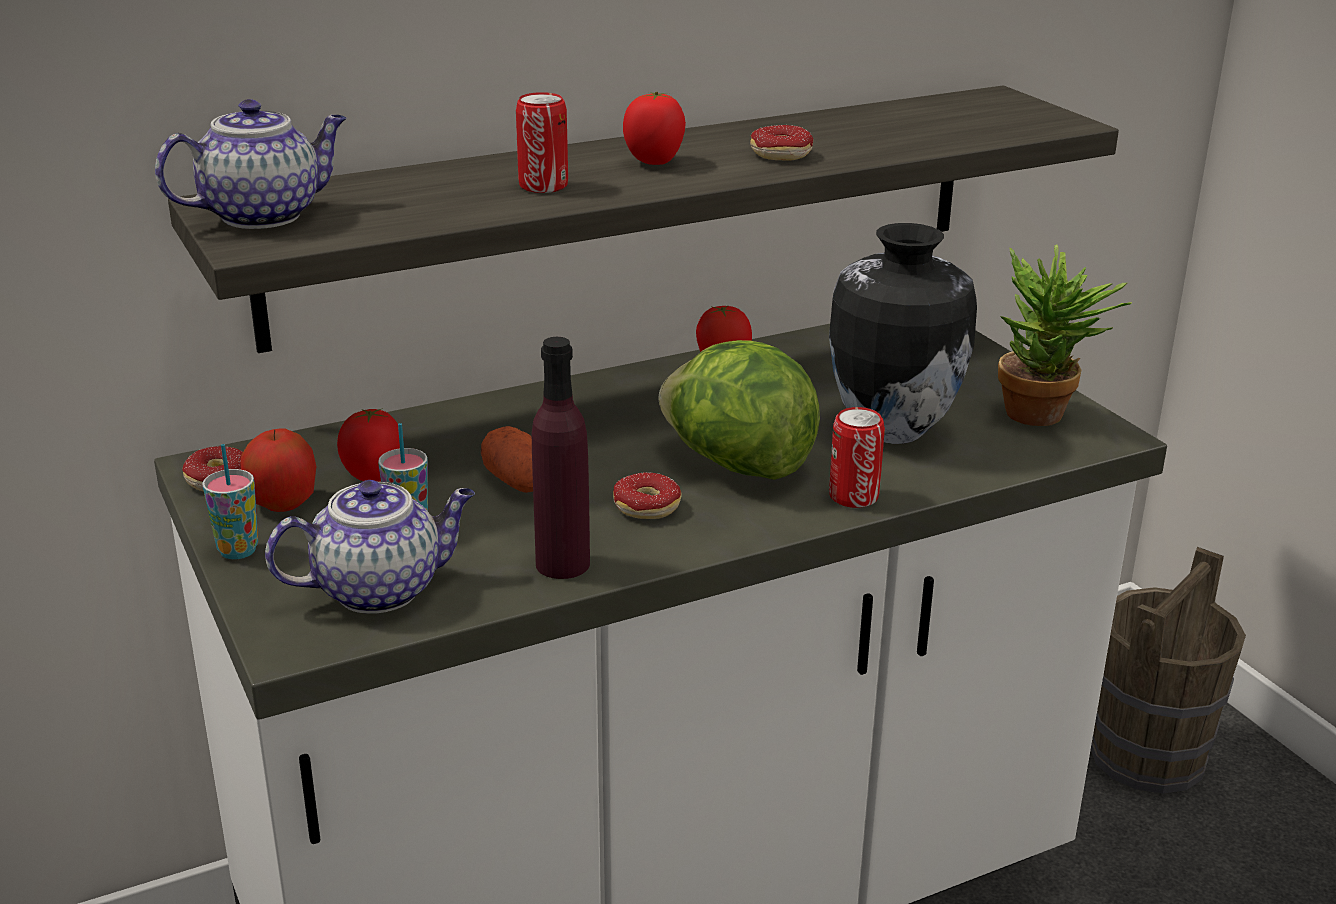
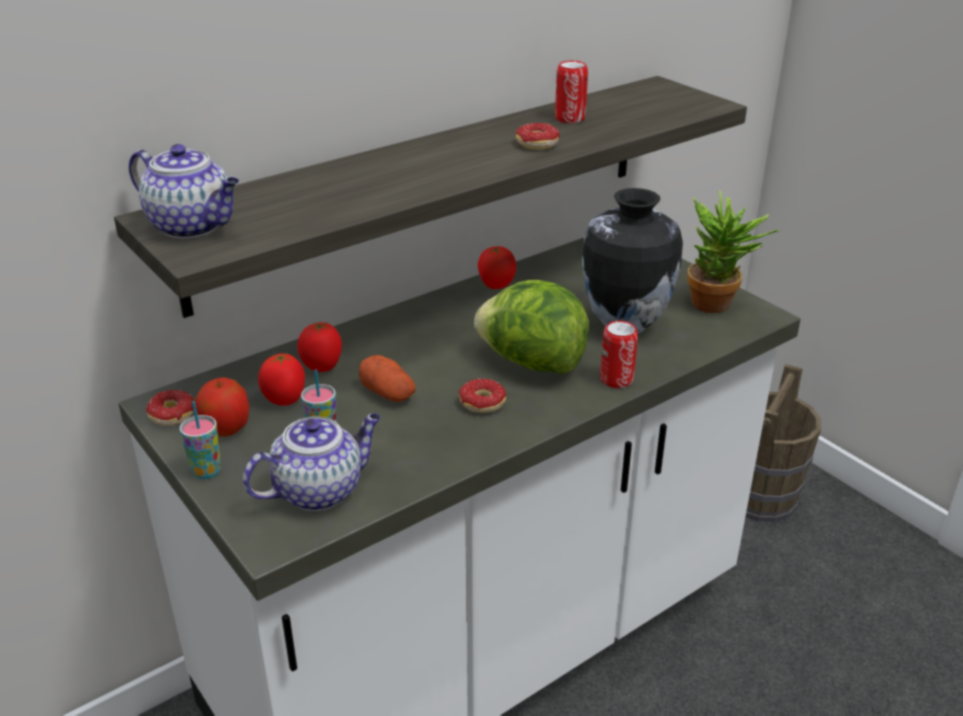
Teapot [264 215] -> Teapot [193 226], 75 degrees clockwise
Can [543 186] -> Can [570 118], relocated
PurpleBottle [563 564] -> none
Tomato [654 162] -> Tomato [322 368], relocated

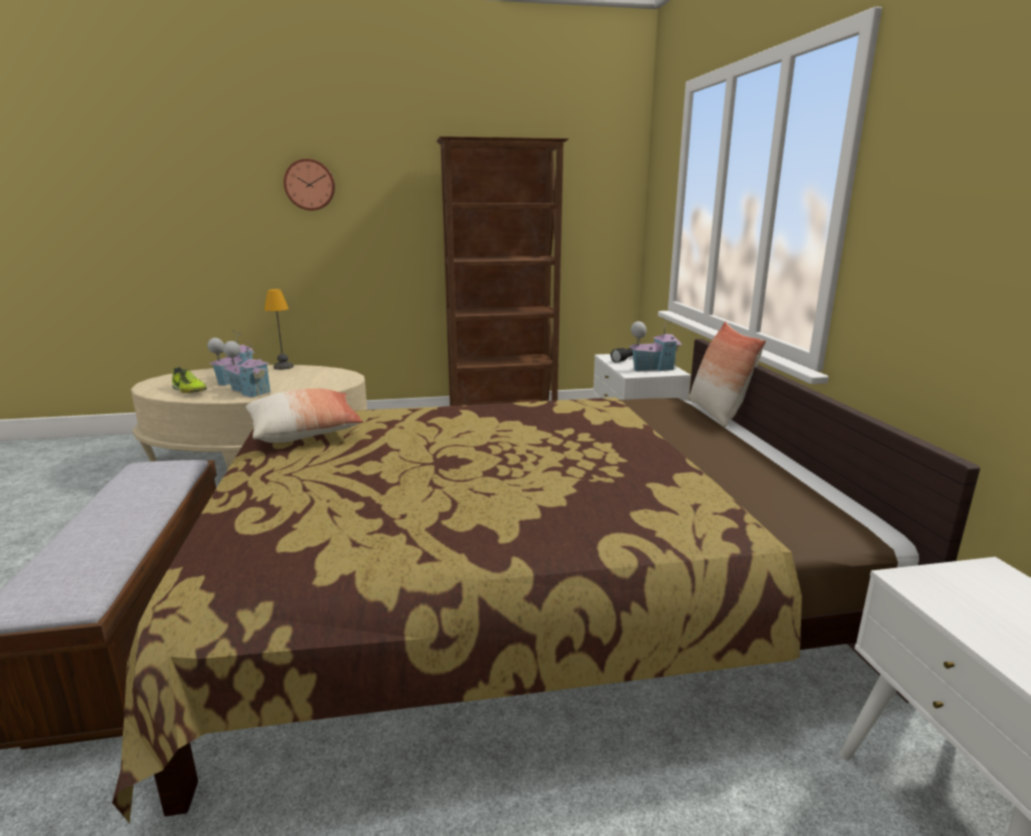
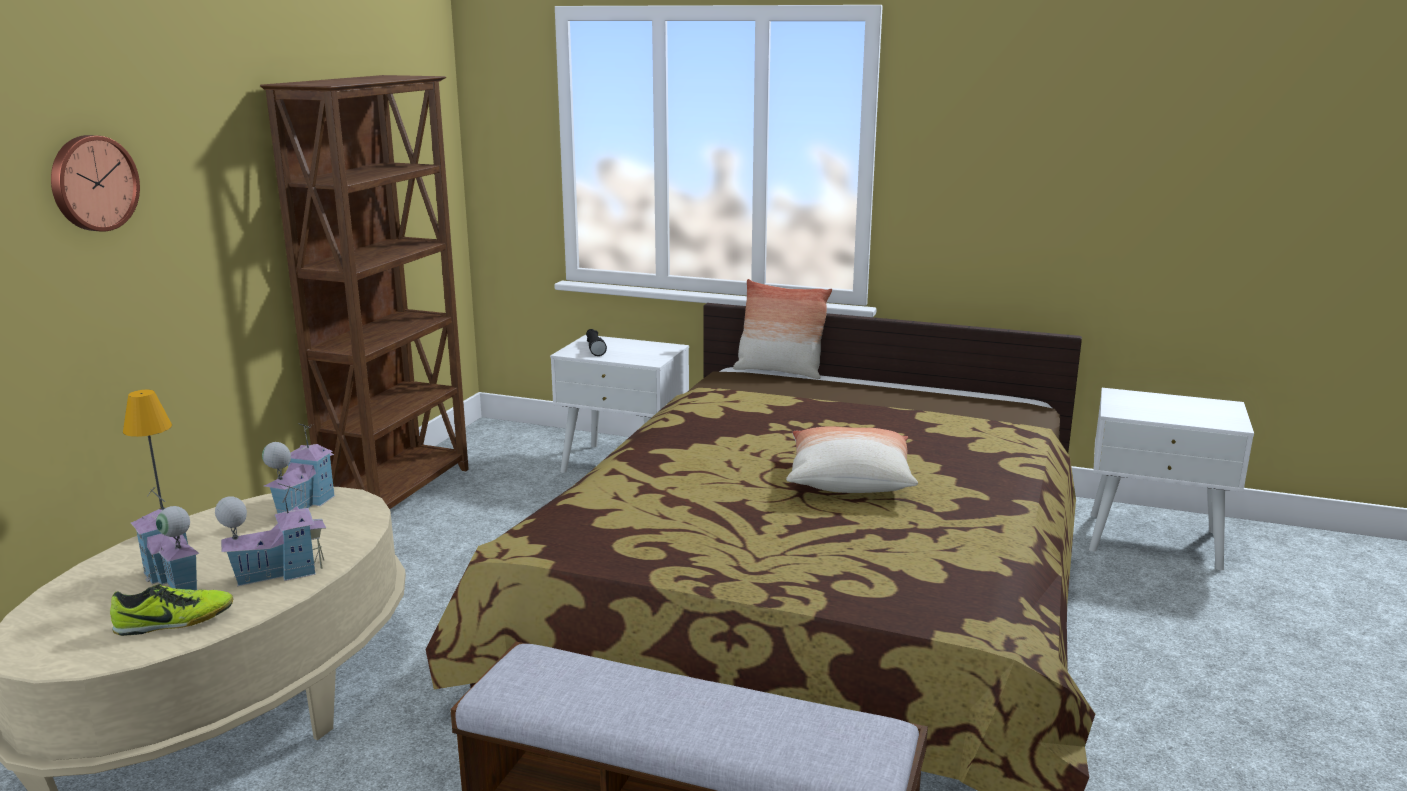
Pillow [305 432] -> Pillow [849 479], relocated
ToyHouse [652 368] -> ToyHouse [303 505], relocated

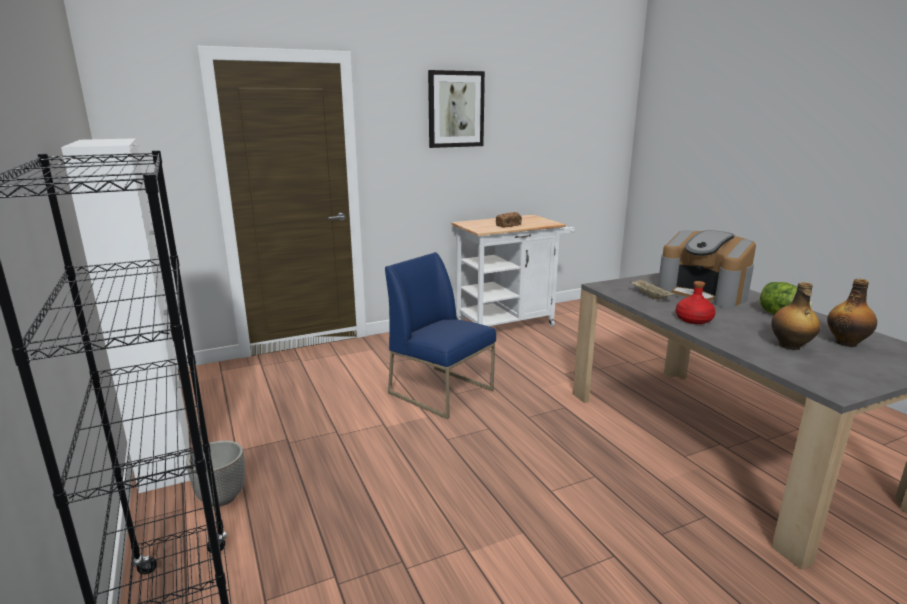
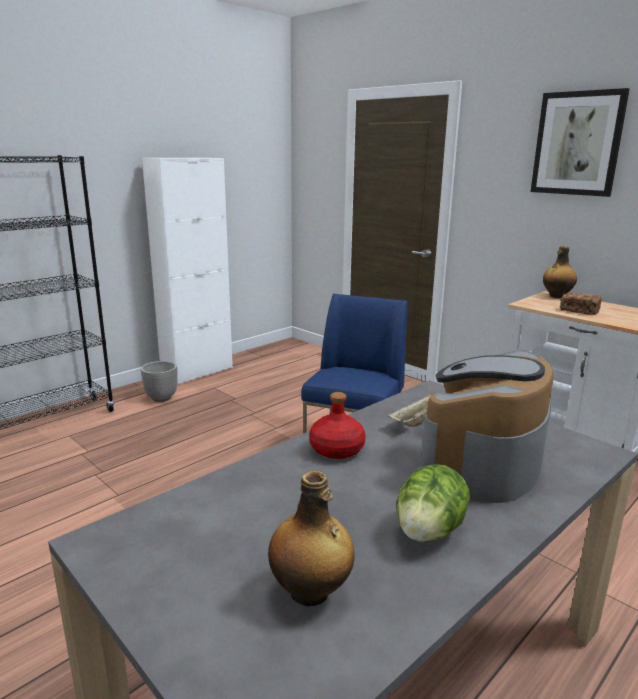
Bottle [790 346] -> Bottle [556 296], relocated

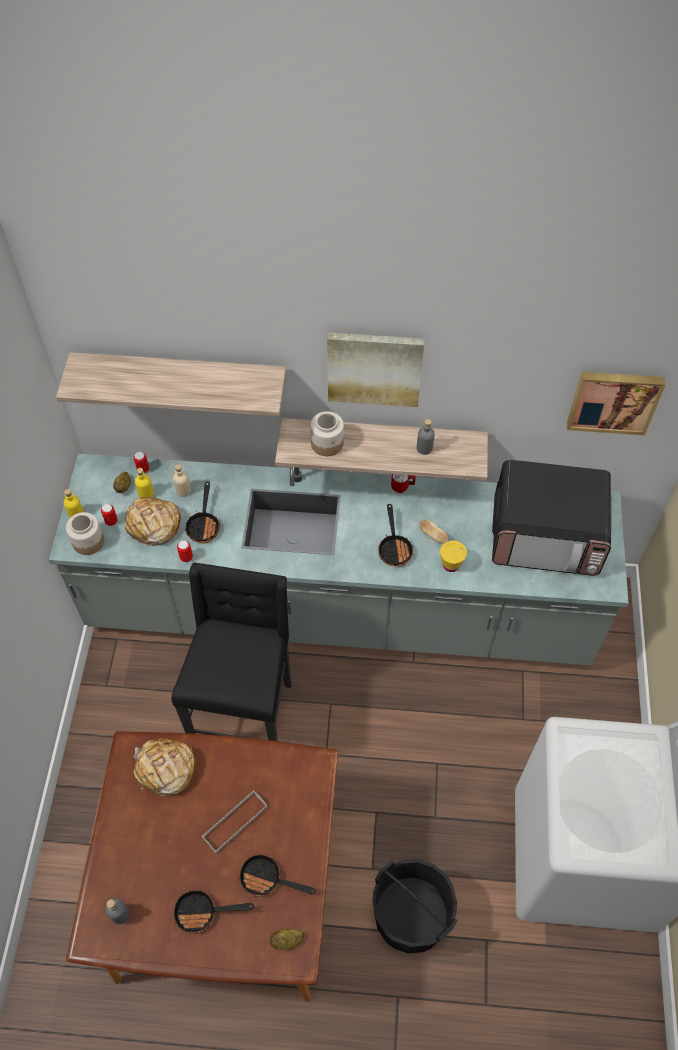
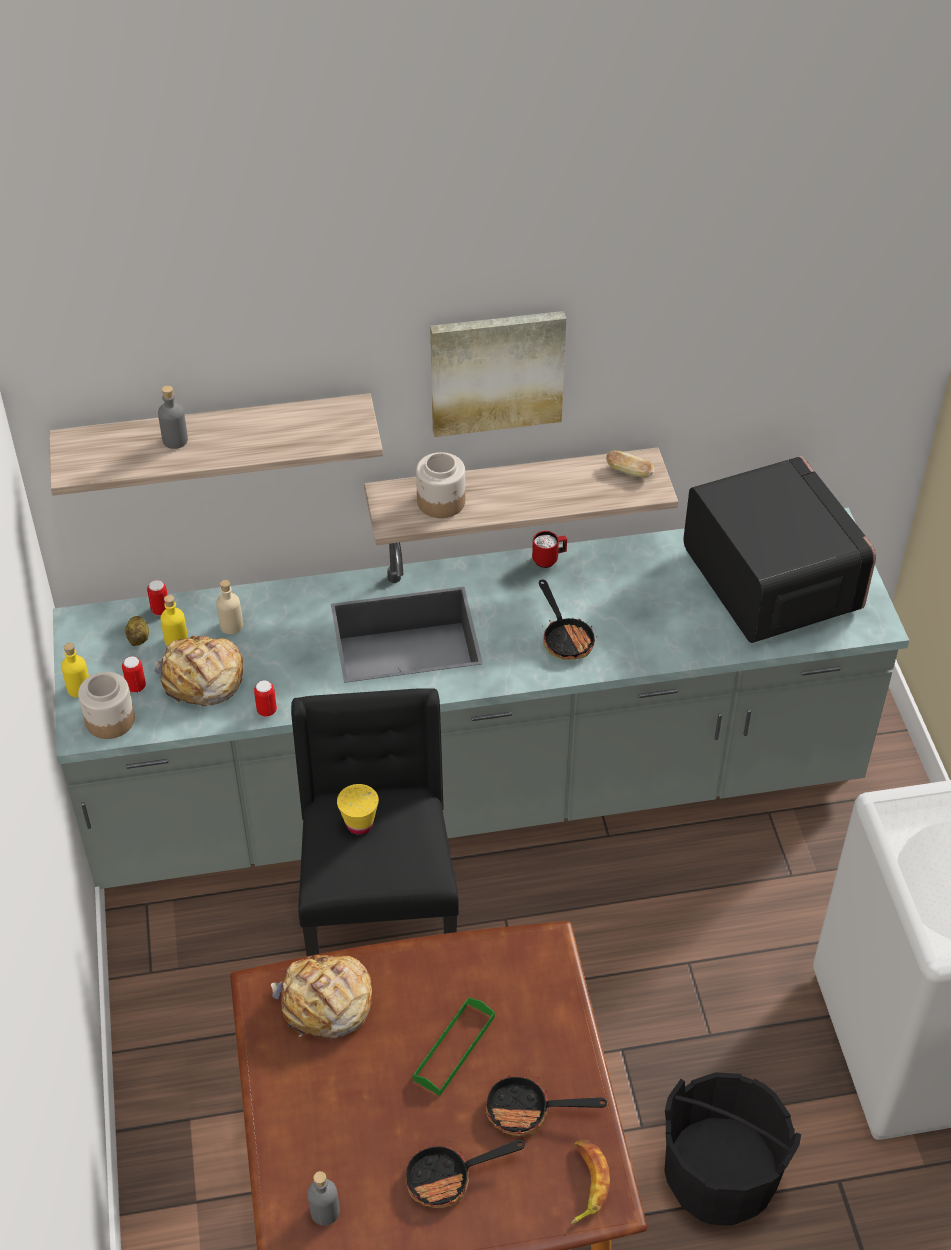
FryingPan [204 525] -> none
GreyTray [235 822] -> GreenTray [454 1048]
Potato [287 941] -> Banana [585 1183]
GreyBottle [424 448] -> GreyBottle [175 440], relocated
Bread [432 535] -> Bread [629 472], relocated
YellowCup [451 565] -> YellowCup [359 824], relocated
Microwave [546 535] -> Microwave [770 580], 105 degrees counterclockwise
Picture [613 400] -> none

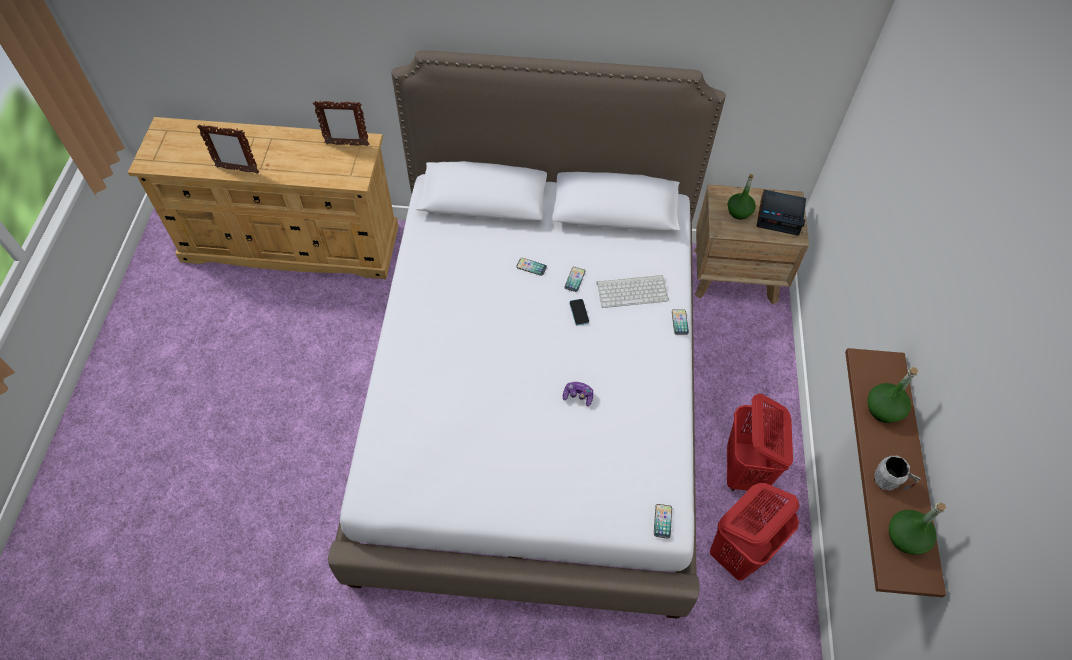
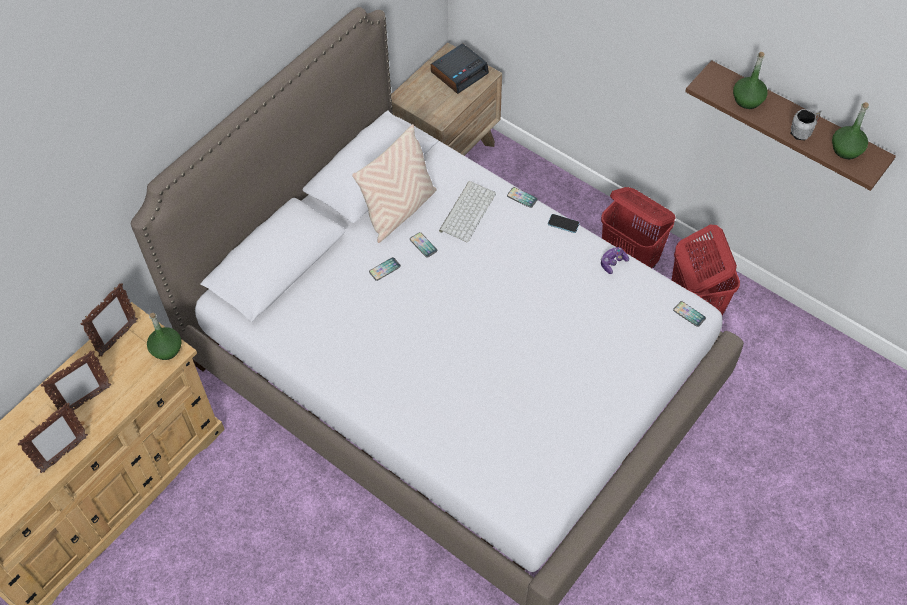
GameController [578 396] -> GameController [613 263], relocated
Phone [579 312] -> Phone [563 224], relocated
GreenBottle [739 211] -> GreenBottle [166 349], relocated
none -> PictureFrame [86 401]
none -> BeigePillow [399 211]

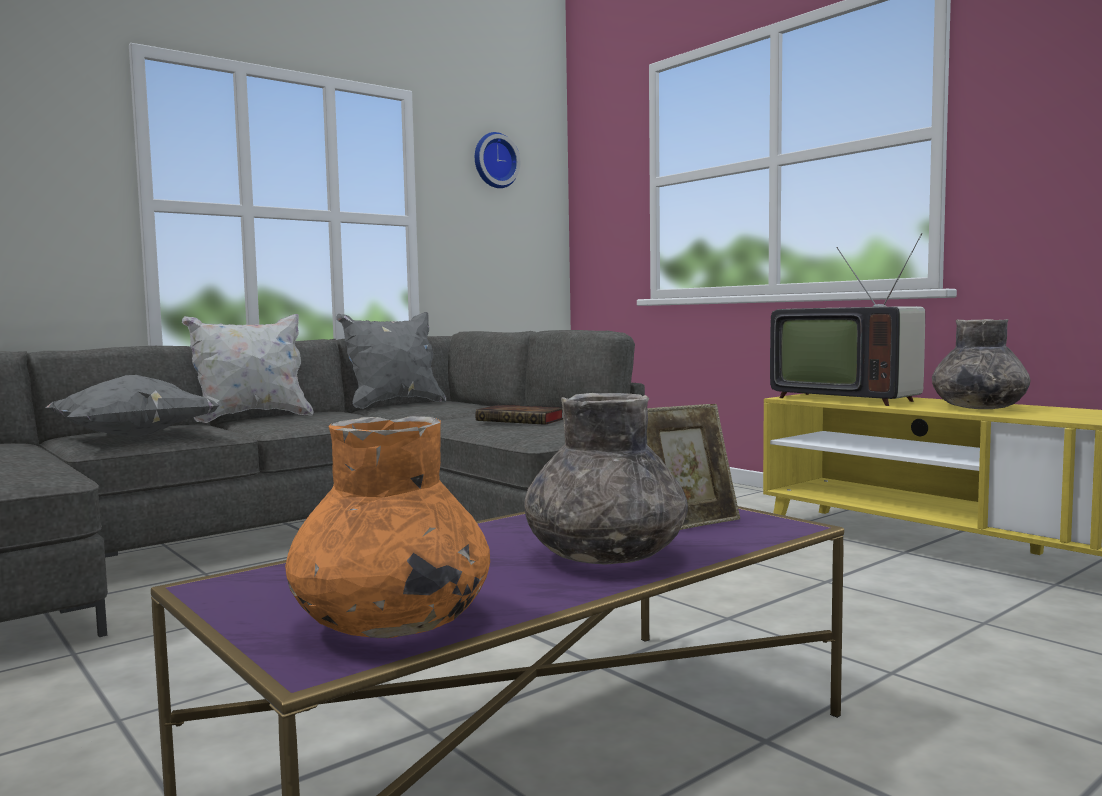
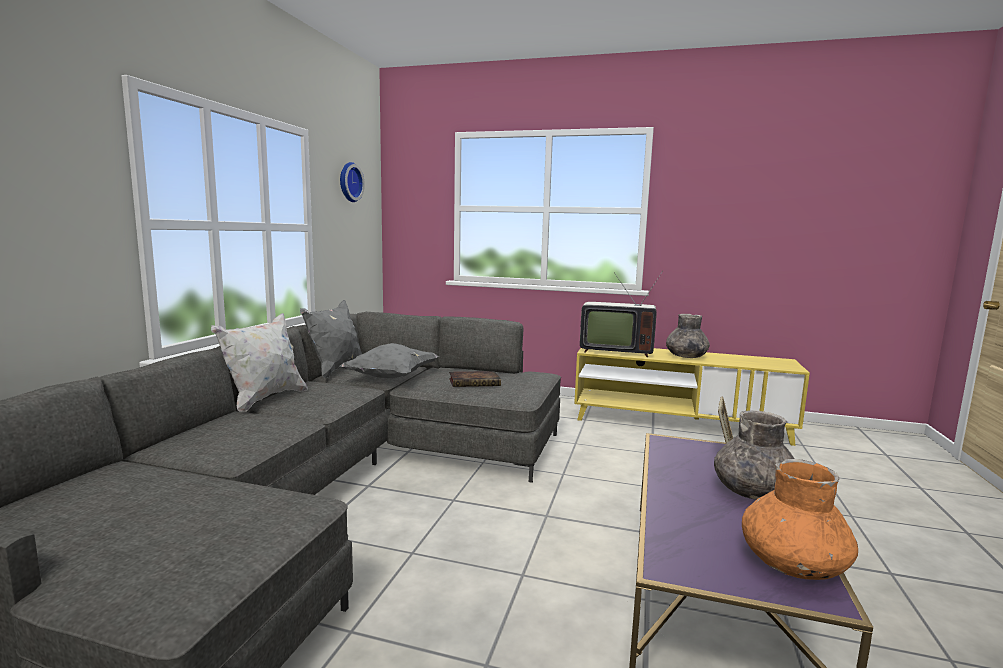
GreyPillow [133 437] -> GreyPillow [391 378], relocated

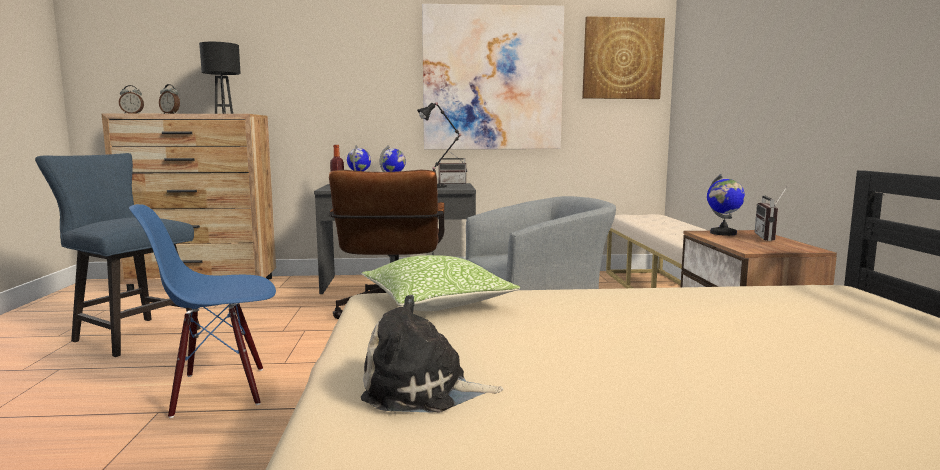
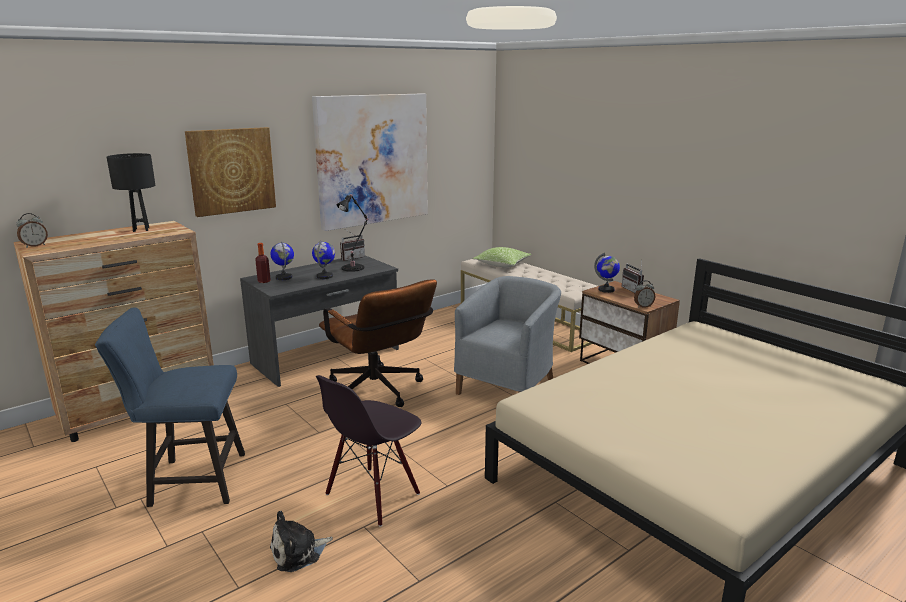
BlueChair [219 390] -> BlackChair [373 495]
AlarmClock [170 114] -> AlarmClock [643 306], relocated
Pillow [437 303] -> Pillow [502 264], relocated
PlushToy [423 390] -> PlushToy [298 552], relocated
Picture [622 58] -> Picture [231 171], relocated

